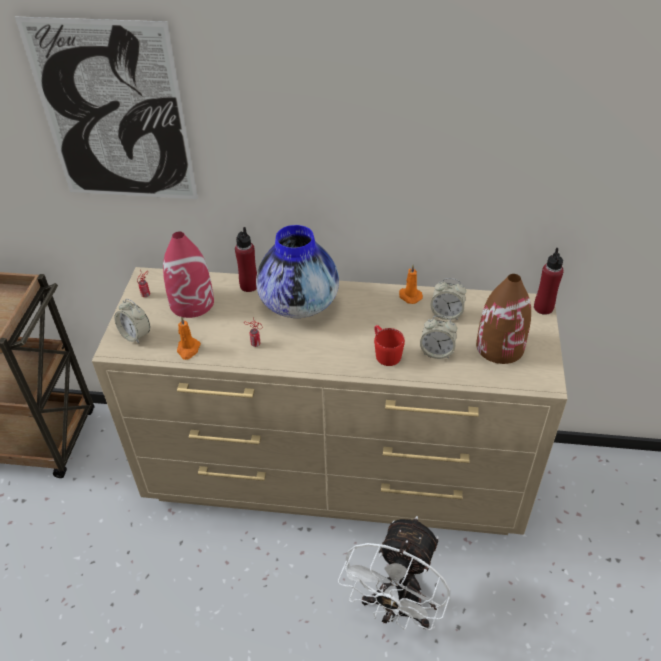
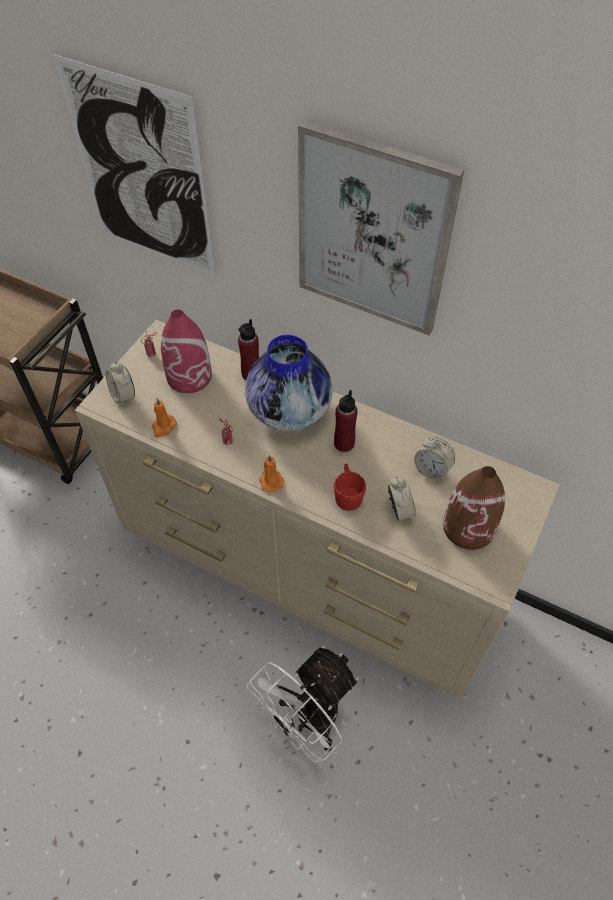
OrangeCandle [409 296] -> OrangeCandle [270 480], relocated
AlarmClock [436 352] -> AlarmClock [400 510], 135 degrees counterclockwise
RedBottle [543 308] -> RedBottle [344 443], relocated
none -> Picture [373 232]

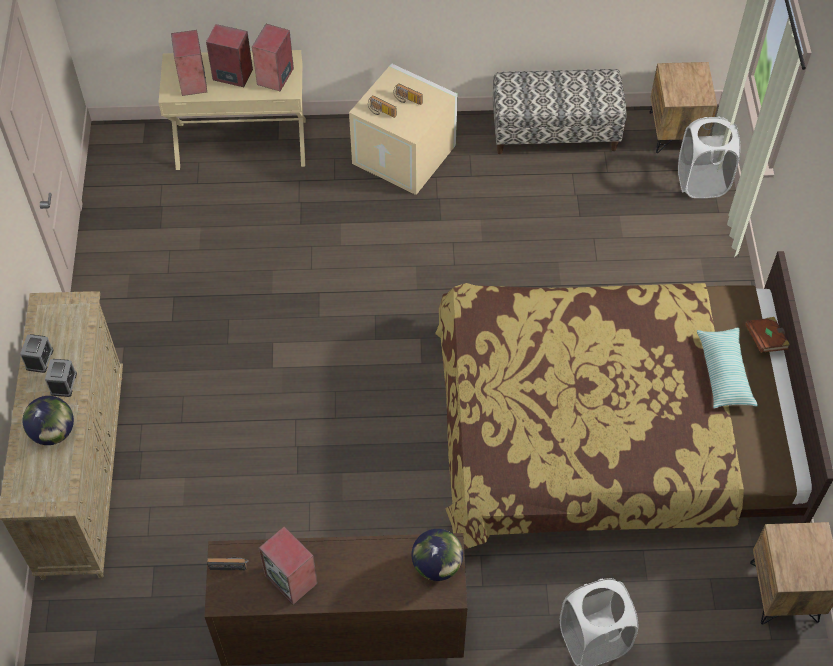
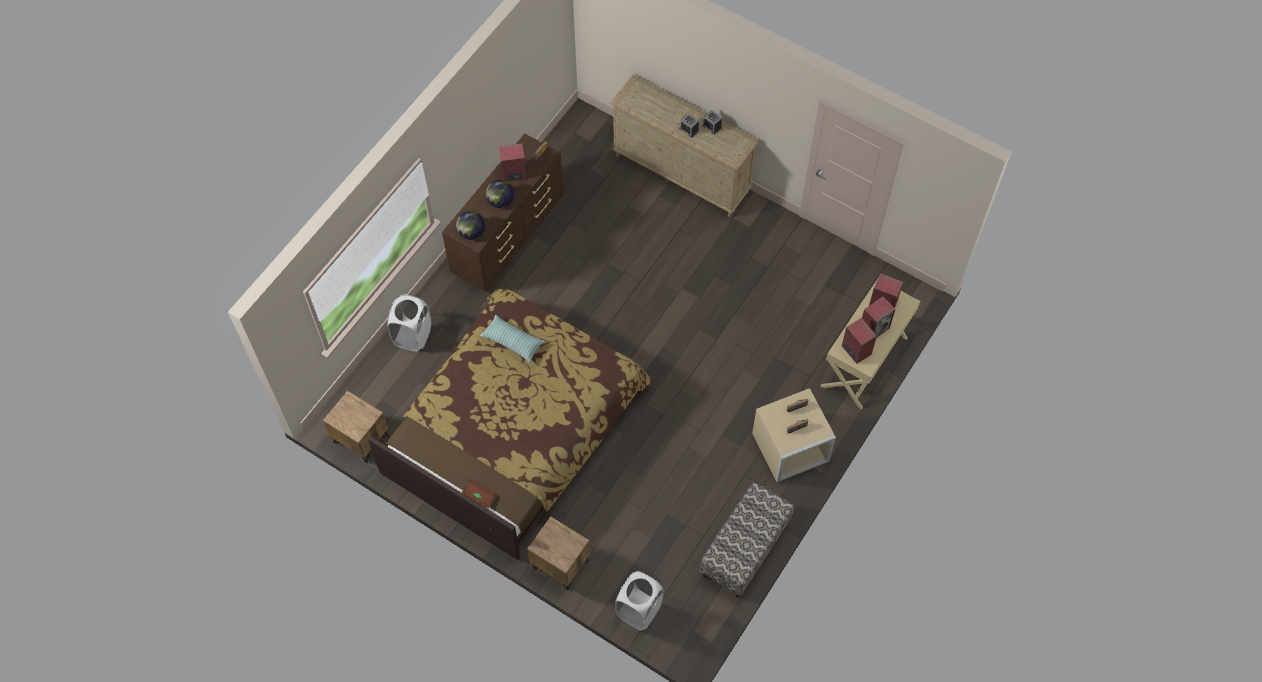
Globe [53 432] -> Globe [500 201], relocated
BrownNightstand [676 132] -> BrownNightstand [560 564], relocated
Pillow [724 373] -> Pillow [512 341], relocated

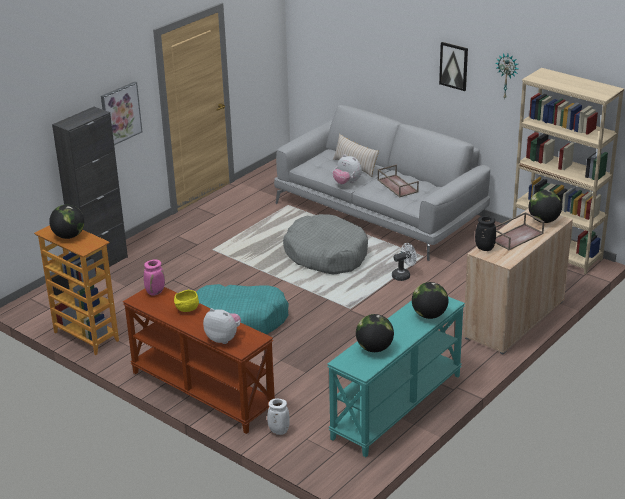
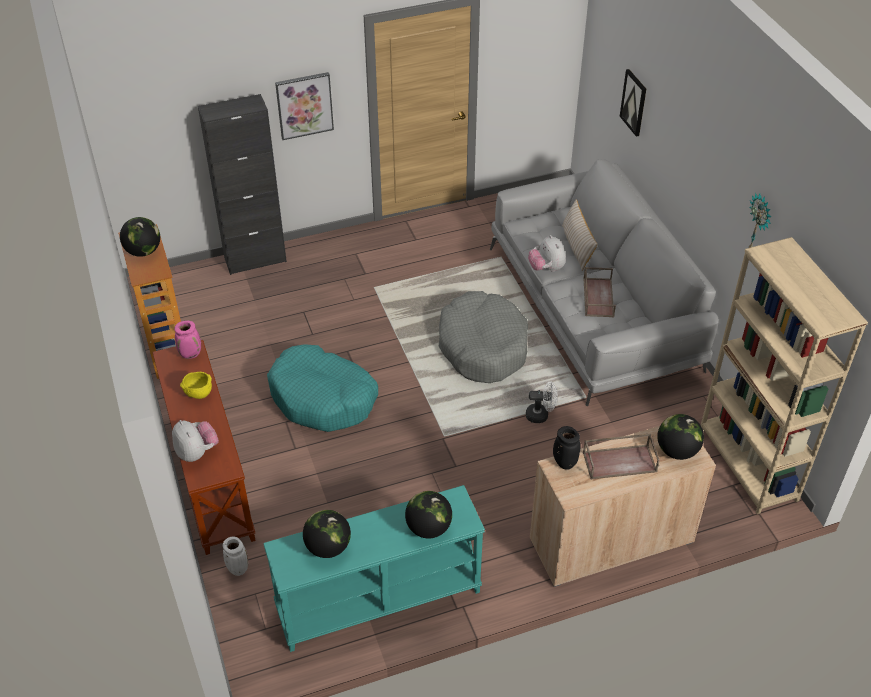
Picture [454 66] -> Picture [634 102], relocated

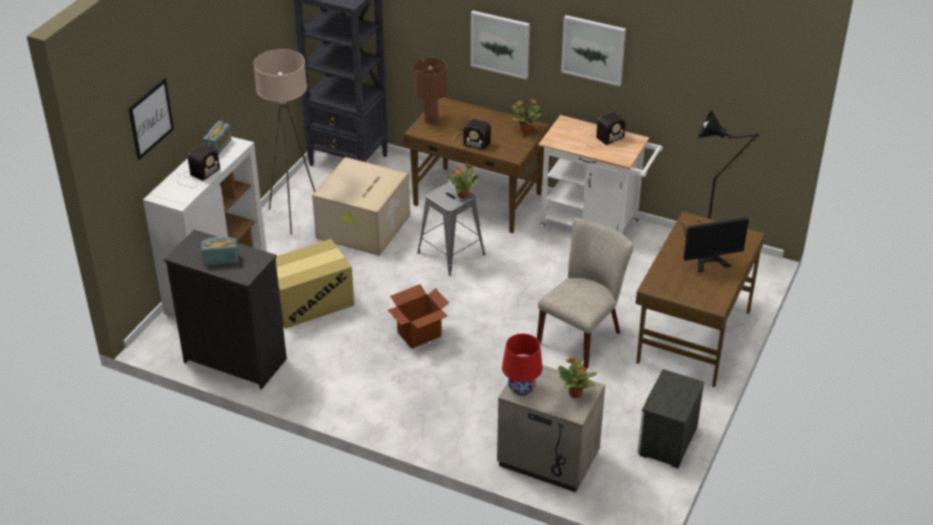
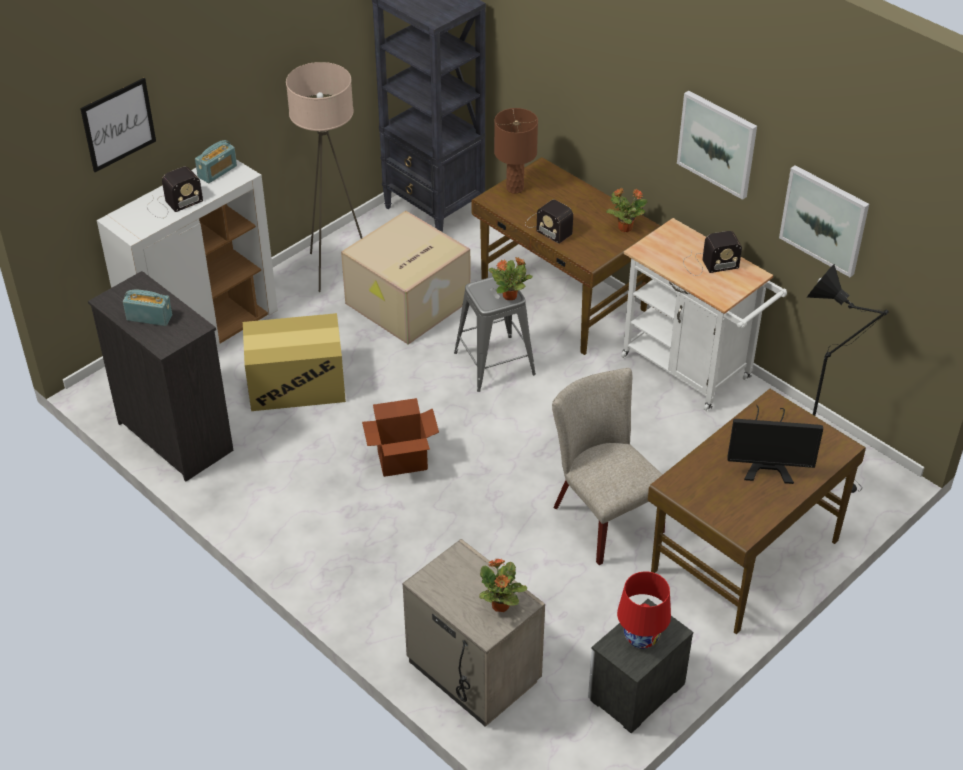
Picture [500 44] -> Picture [824 220], relocated
RedTableLamp [521 388] -> RedTableLamp [641 638], relocated
BeigeChair [582 335] -> BeigeChair [602 515], 90 degrees counterclockwise

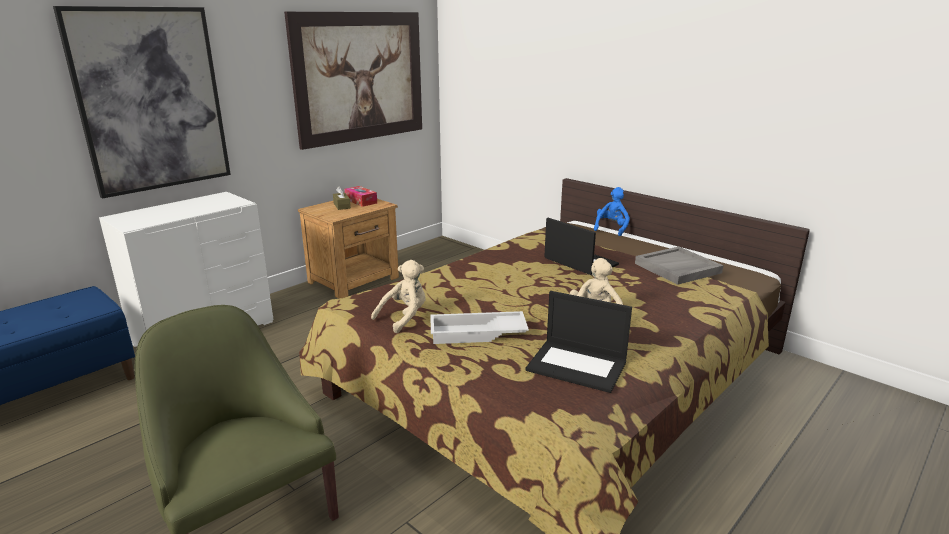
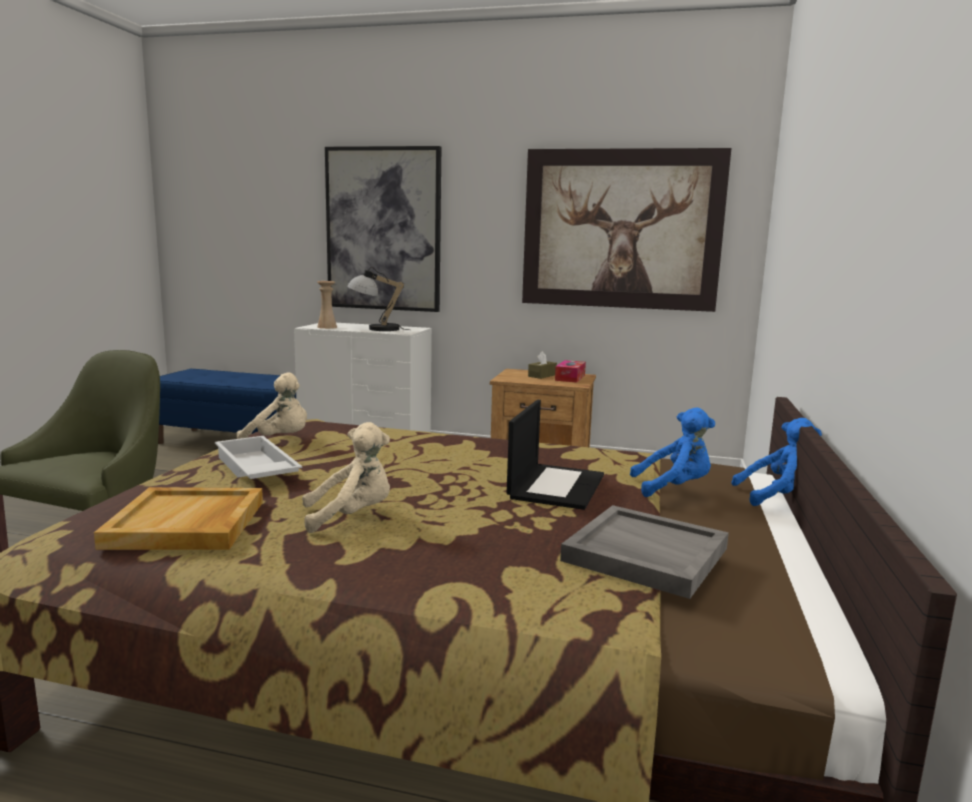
Laptop [578 366] -> BeigeTray [187 524]
none -> BeigeVase [327 327]
none -> TableLamp [375 329]
none -> BluePlushToy [674 488]

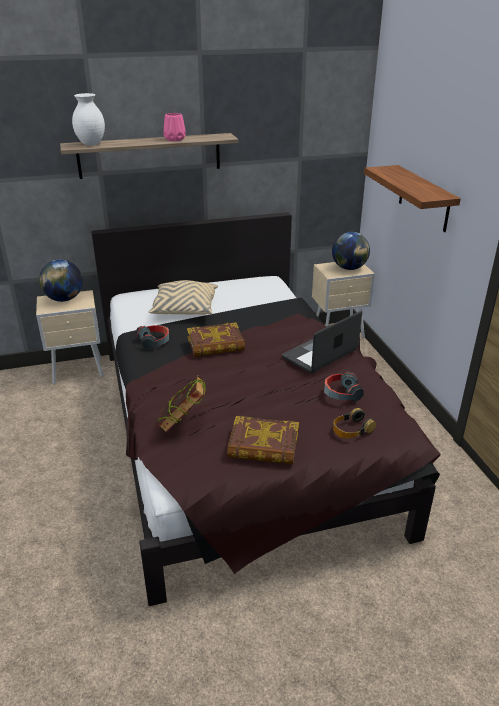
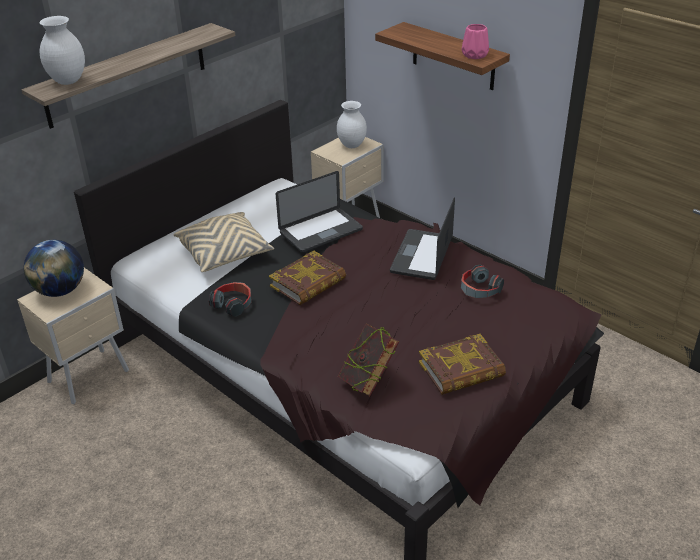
PinkVase [175 139] -> PinkVase [475 55], relocated
Globe [349 268] -> WhiteVase [352 145]
Headphones [352 429] -> none
none -> Laptop [321 231]

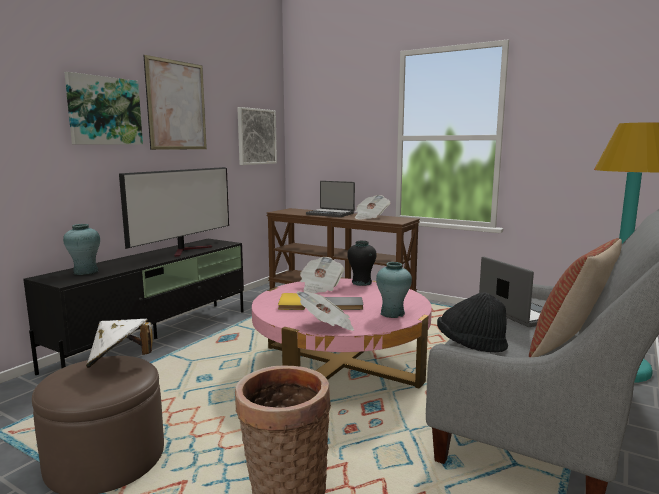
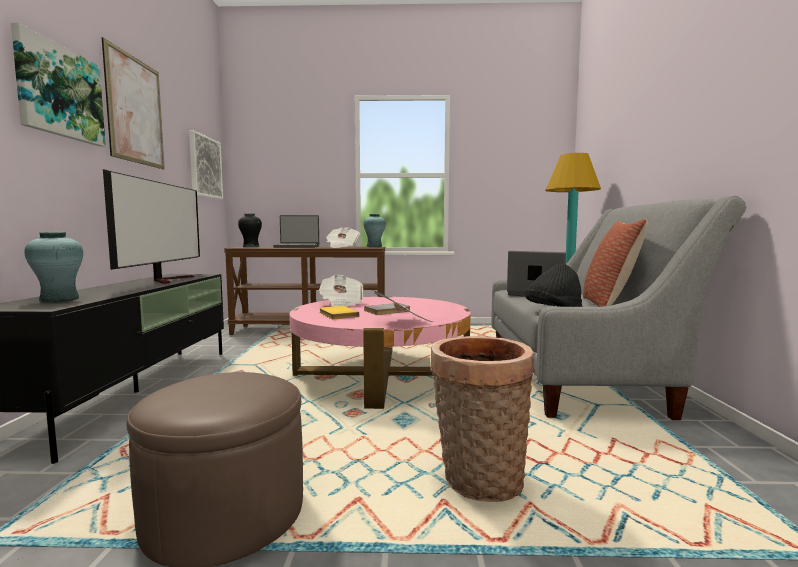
WhiteHat [120 363] -> none
BlackVase [361 283] -> BlackVase [251 247], relocated
TurquoiseVase [392 313] -> TurquoiseVase [374 246], relocated

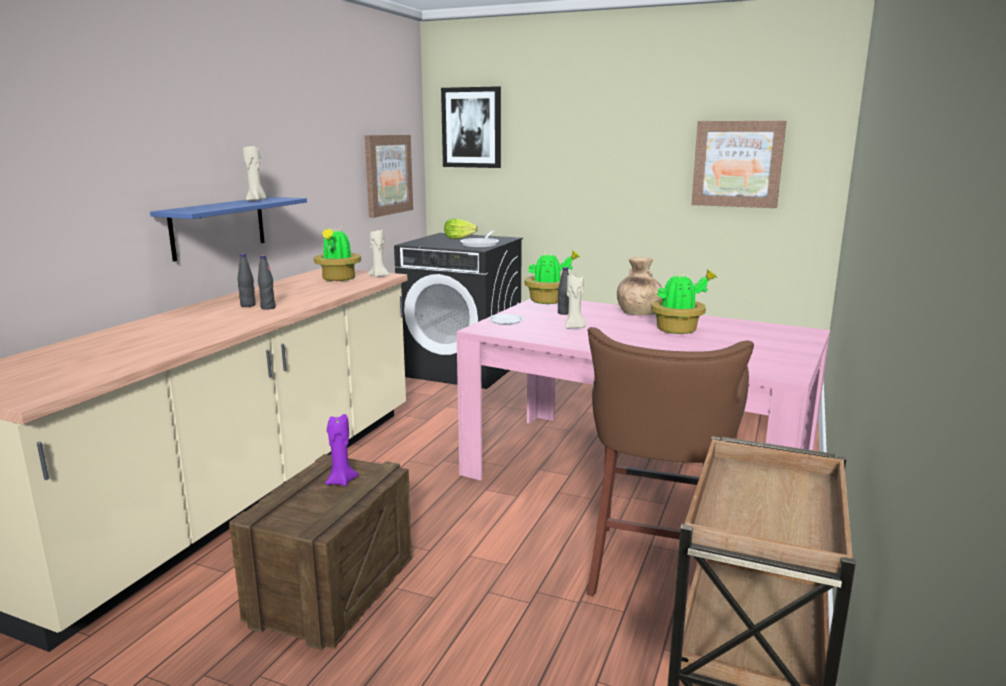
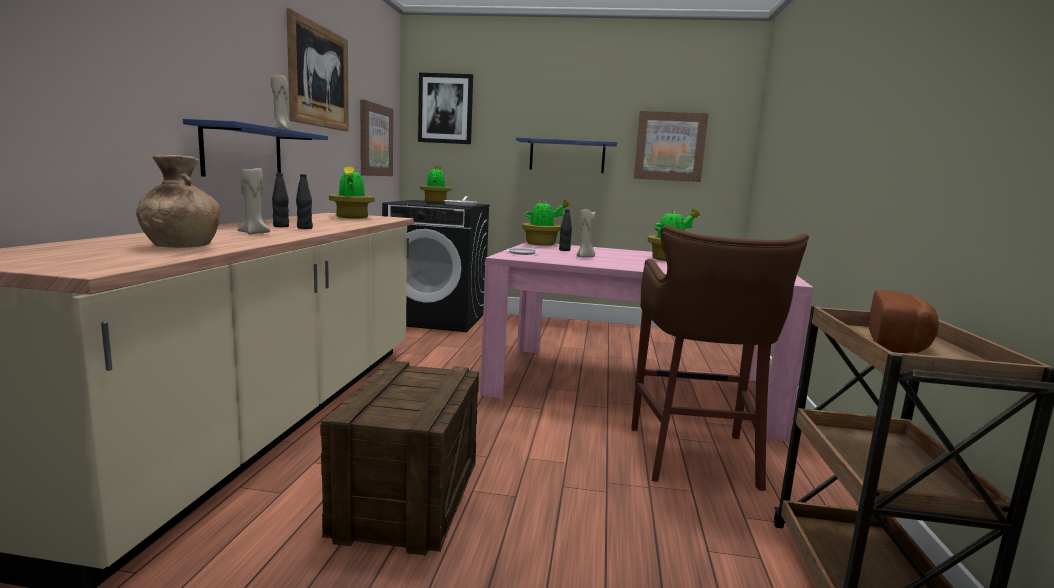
PurpleCandle [341 481] -> none
BeigeCandle [378 276] -> BeigeCandle [254 233], relocated
Lettuce [459 238] -> PottedPlant [435 202]
BrownVase [638 313] -> BrownVase [181 247], relocated
none -> Picture [319 76]
none -> BlueShelf [567 156]
none -> Bread [900 343]

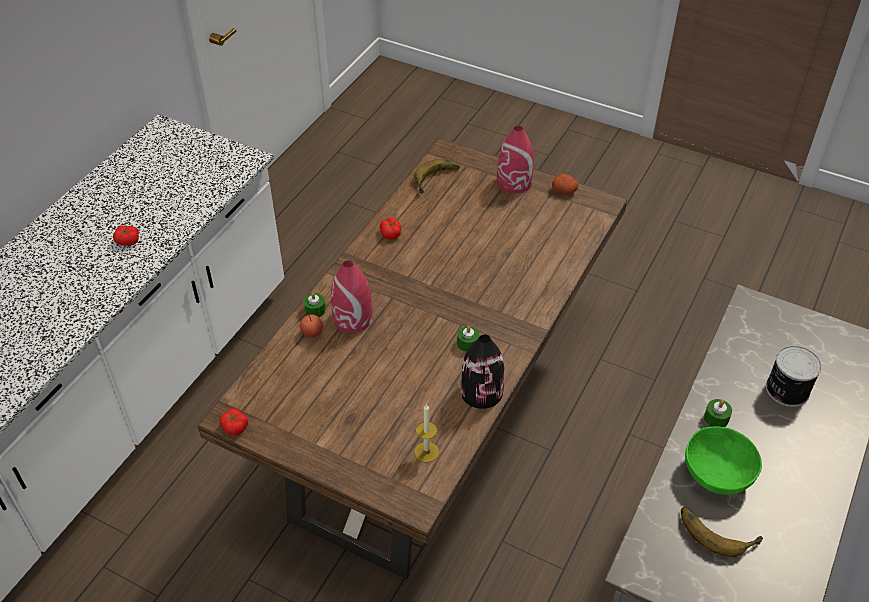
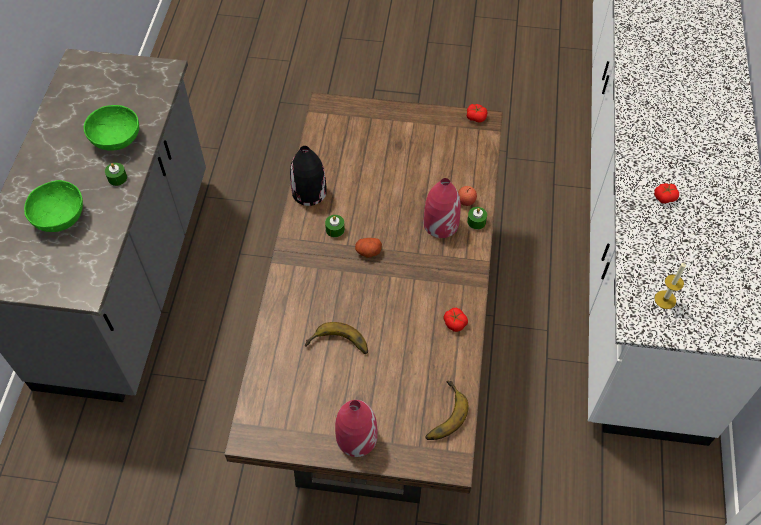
Candle [426 452] -> Candle [665 299], relocated
Potato [565 190] -> Potato [368 252], relocated
Banana [717 530] -> Banana [338 346], relocated
Can [786 389] -> GreenBowl [60 217]

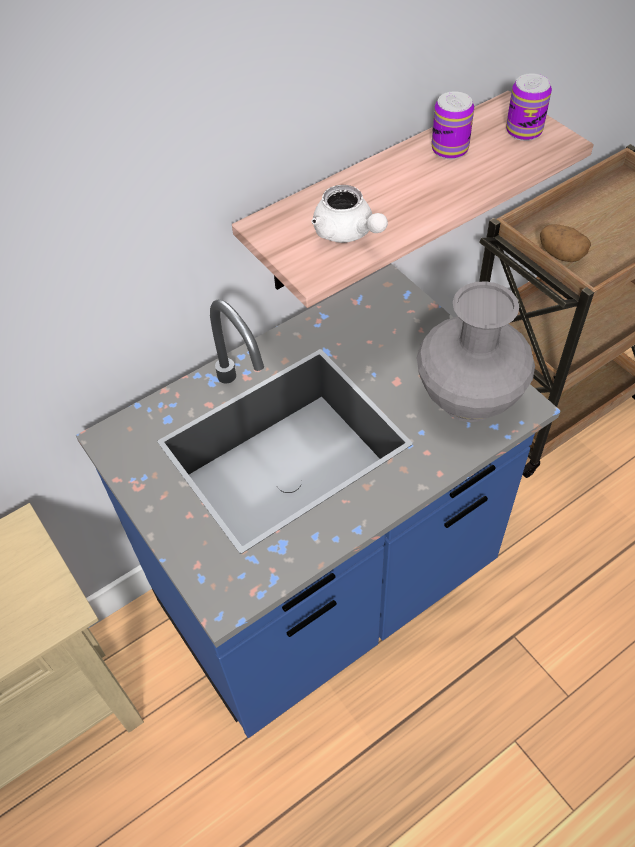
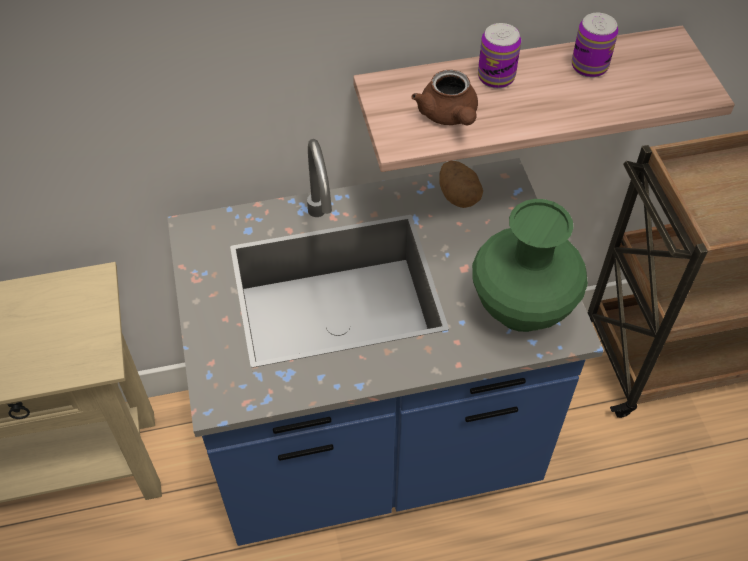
WhiteTeapot [347 233] -> BrownTeapot [449 116]
GreyVase [467 400] -> GreenVase [520 308]
Can [524 131] -> Can [496 77], relocated
Potato [560 254] -> Potato [458 196], relocated

